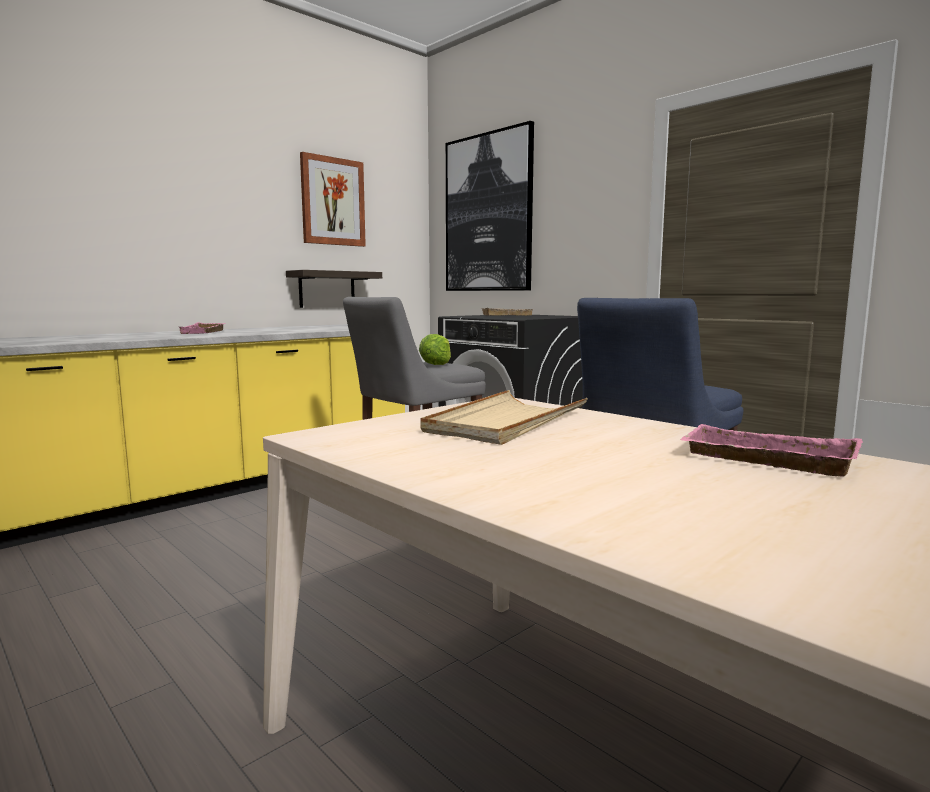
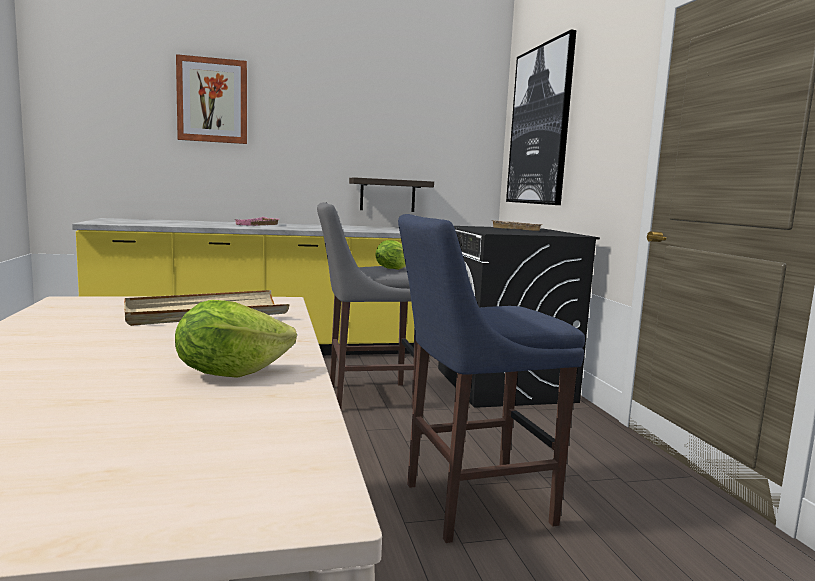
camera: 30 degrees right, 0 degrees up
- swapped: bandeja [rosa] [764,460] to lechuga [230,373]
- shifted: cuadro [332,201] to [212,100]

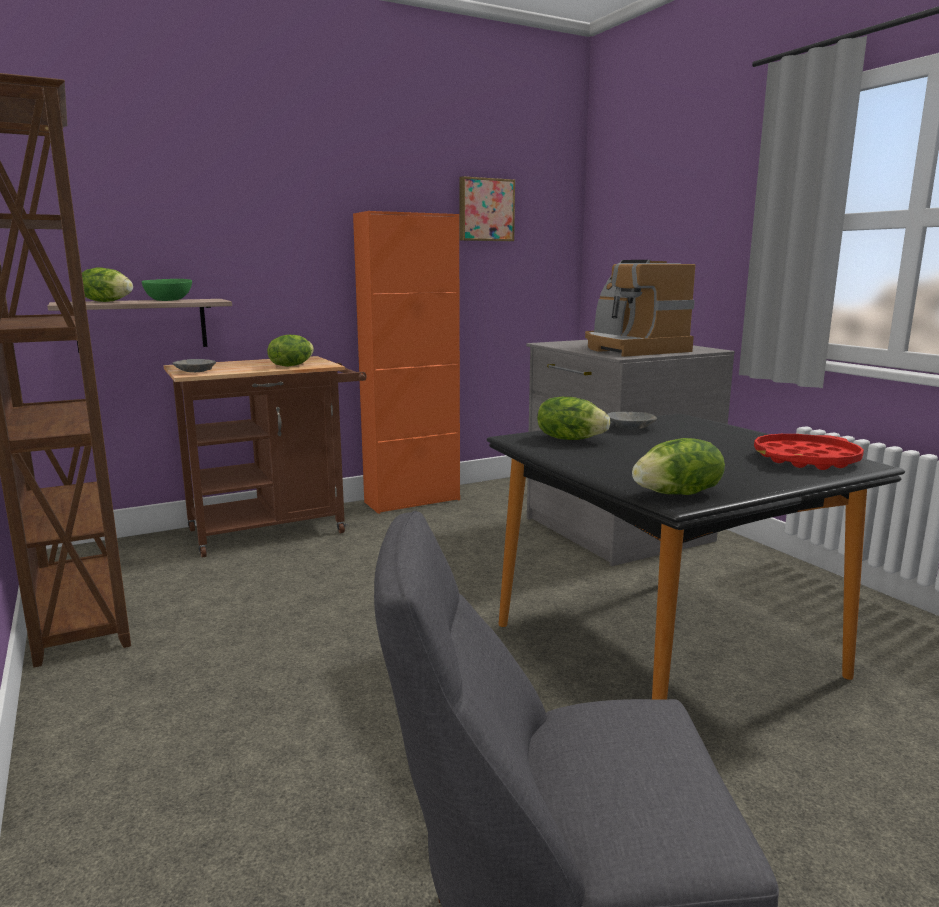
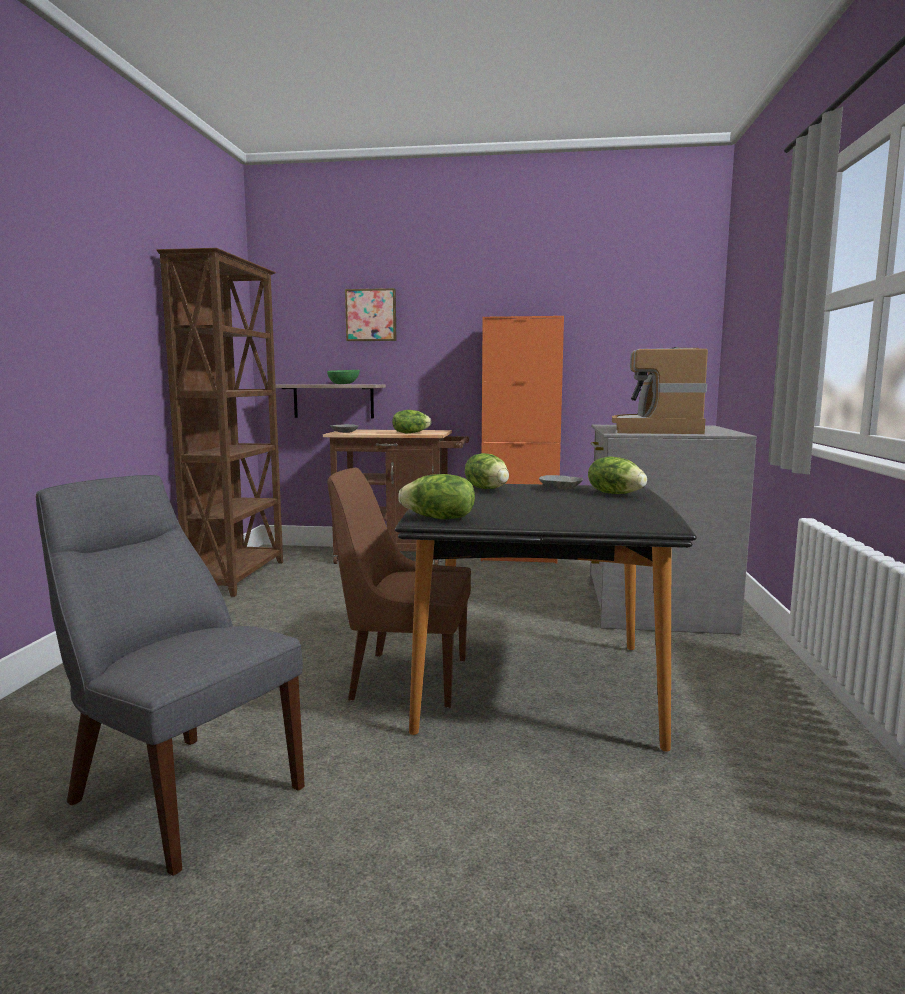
camera: 35 degrees right, 5 degrees down
- new: silla [marrón] [404,678]
- shifted: cuadro [485,210] to [371,315]
- shifted: lechuga [107,301] to [615,494]
- gone: bandeja [rojo] [806,459]

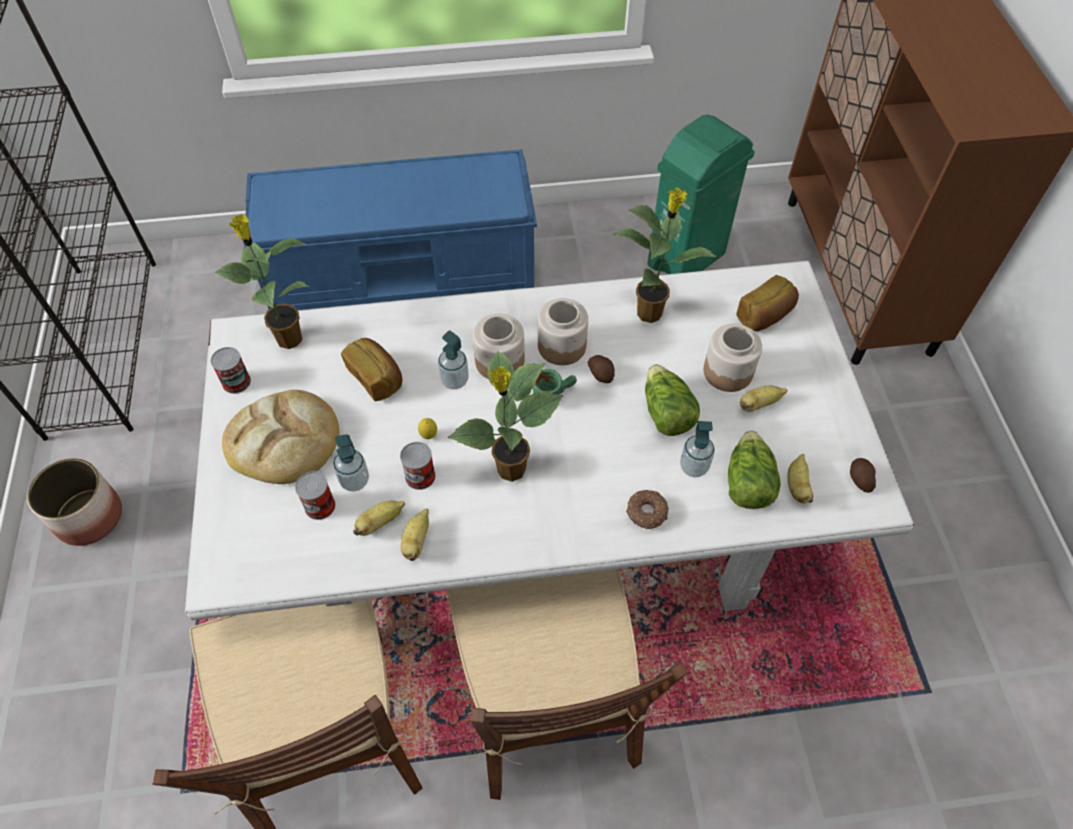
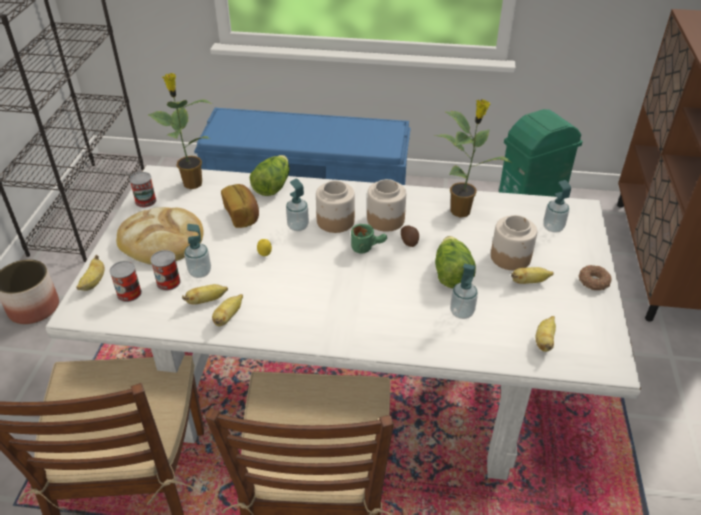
camera: 15 degrees right, 15 degrees down
- new: plátano [93,283]
- shifted: lata [420,476] to [129,293]
- shifted: lechuga [747,482] to [272,186]
- swapped: pan [765,315] to dispensador de jabón [553,227]
- shifted: rosquilla [646,513] to [593,282]
- gone: planta en maceta [510,471]
- gone: patata [859,479]

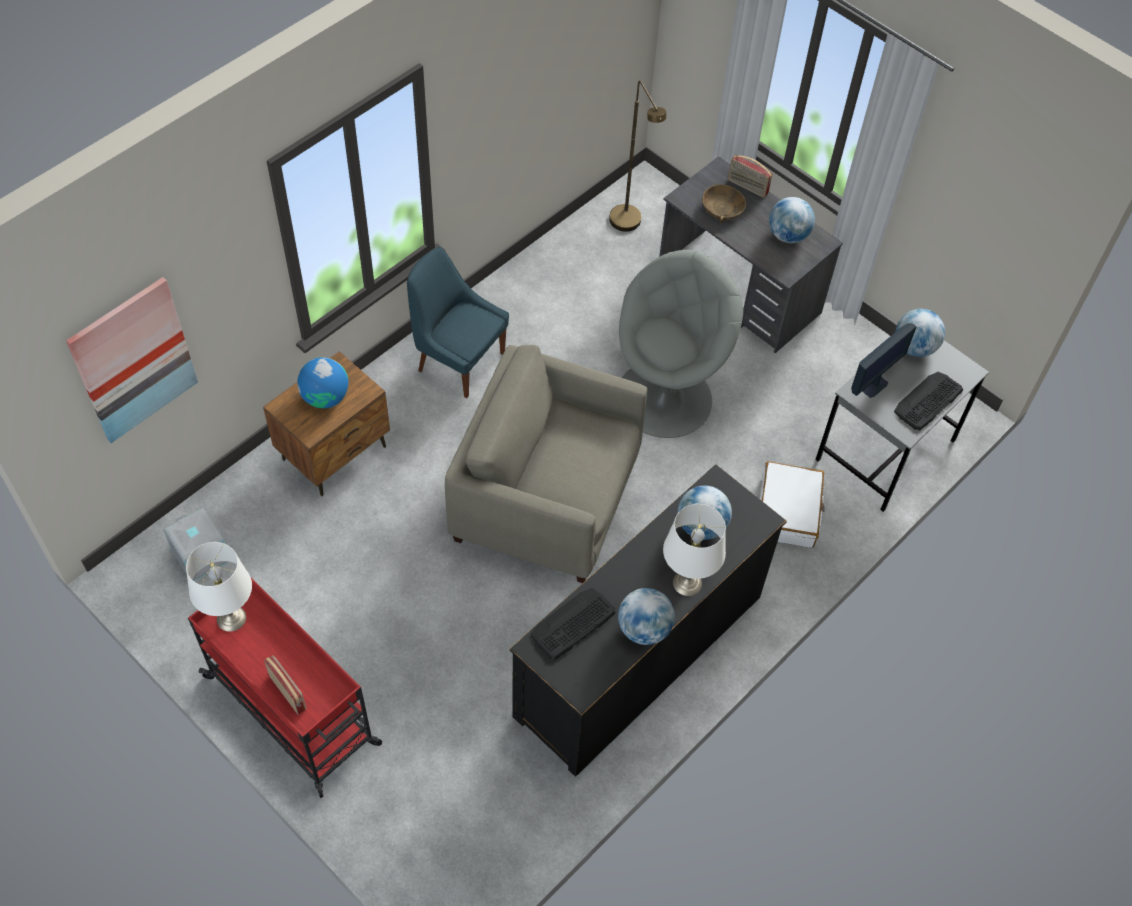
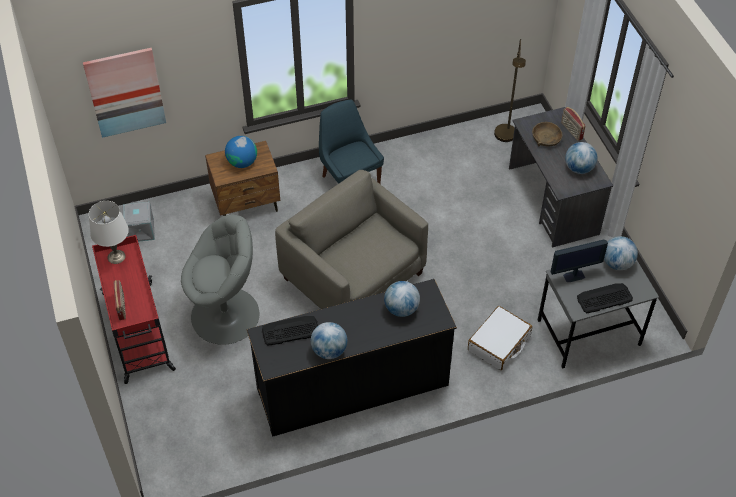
camera: 30 degrees right, 5 degrees down
- shifted: sillón [gris] [666,397] to [226,315]
- gone: lámpara de mesa [blanco] [687,582]

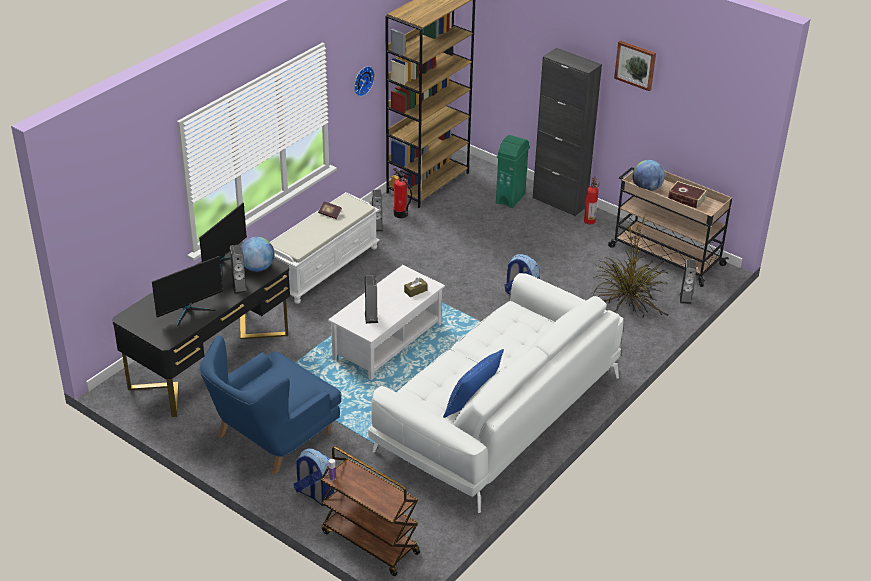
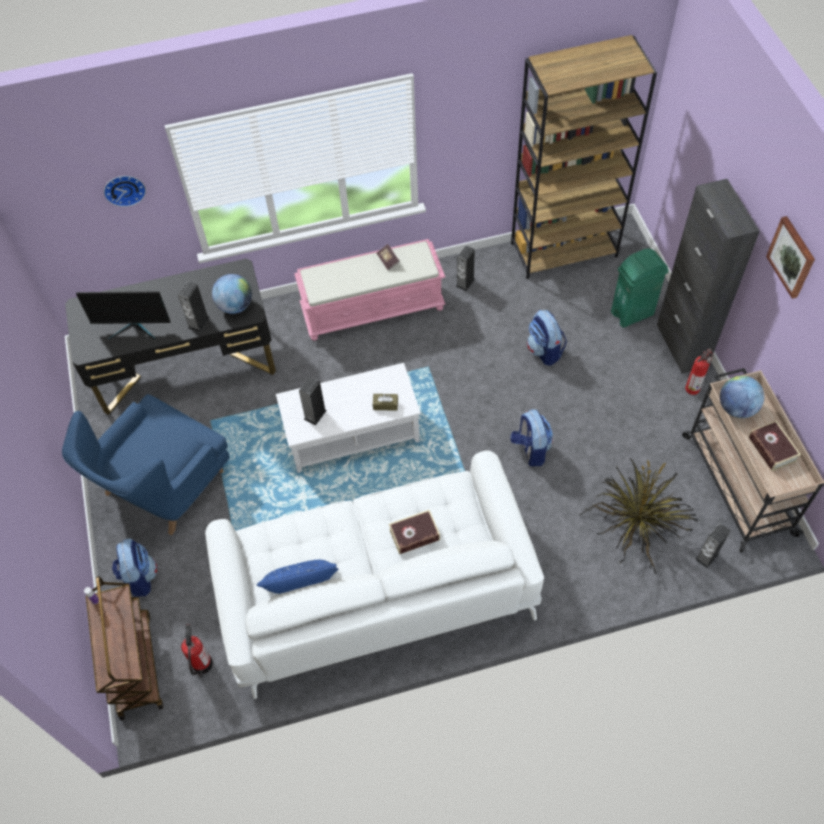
camera: 40 degrees right, 20 degrees up
- rotated: sillón [azul] [272,435] = [162,485] 45 degrees counterclockwise
- shifted: reloj de pared [362,80] to [124,189]
- shifted: extintor [400,214] to [202,664]
- repainted: banco [blanco] [323,267] to banco [rosa] [373,308]
- new: libro [414,535]
- new: mochila [544,351]
- gone: monitor [224,262]

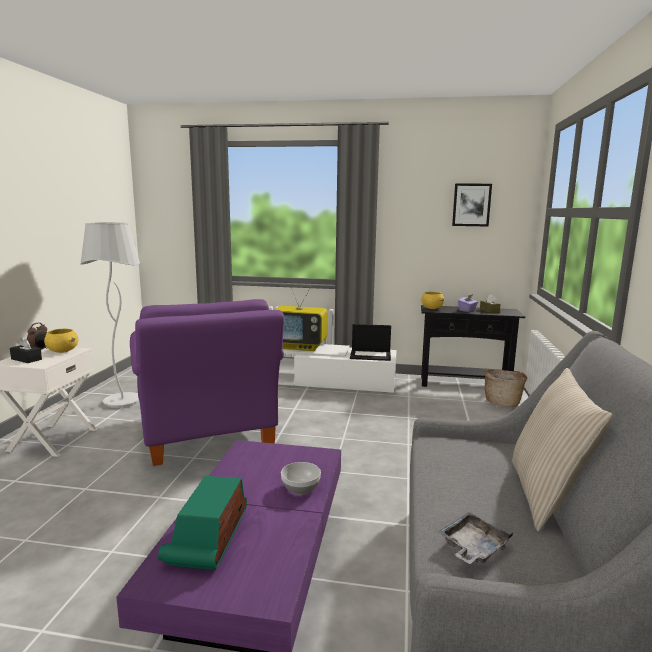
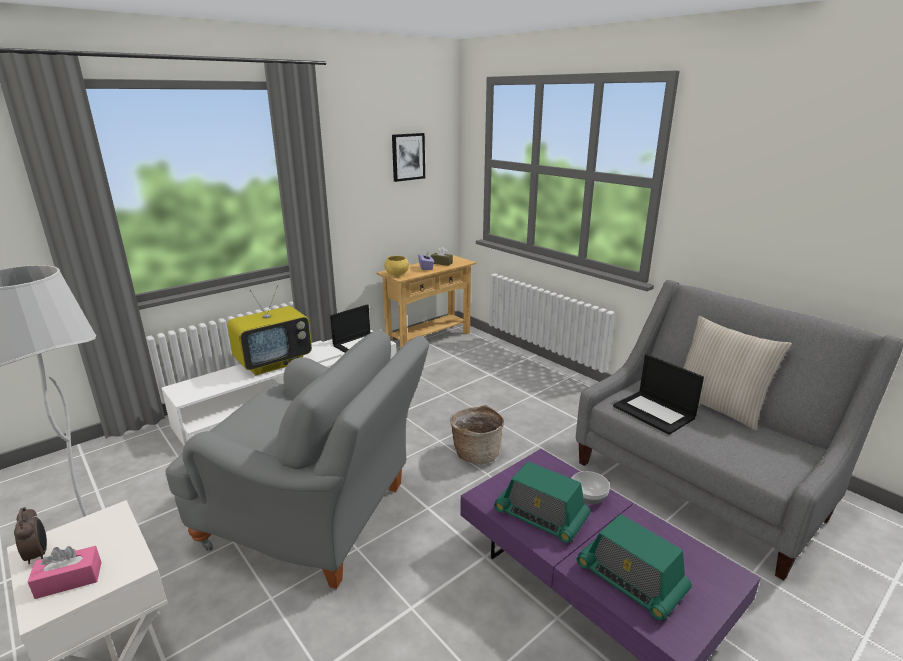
camera: 50 degrees left, 10 degrees up
- repainted: caja de pañuelos [negro] [26,359] to caja de pañuelos [rosa] [69,580]
- repainted: sillón [morado] [207,435] to sillón [gris] [318,518]
- repainted: mesa consola [negro] [464,384] to mesa consola [beis] [429,339]
- shifted: cesta [502,402] to [476,453]
- new: radio [541,516]
- new: portátil [655,412]
- gone: cuenco [amarillo] [62,351]
- gone: bandeja [gris] [472,547]

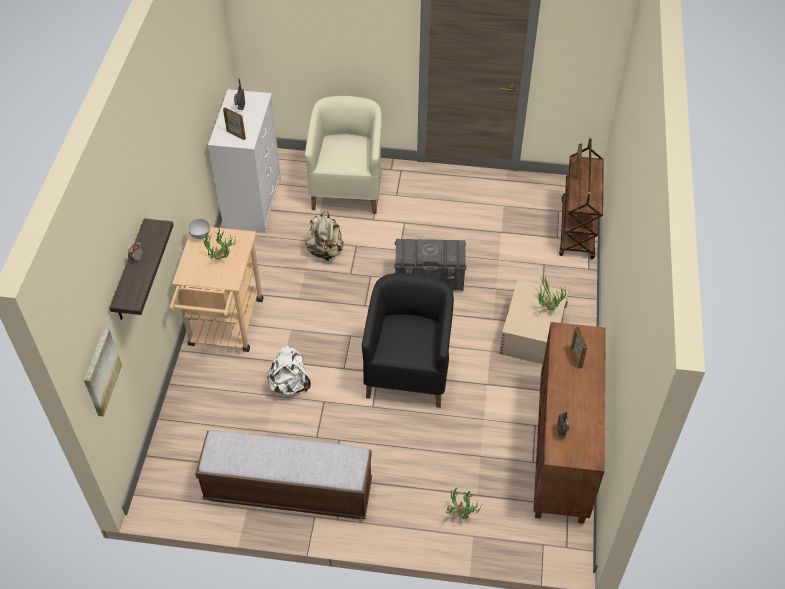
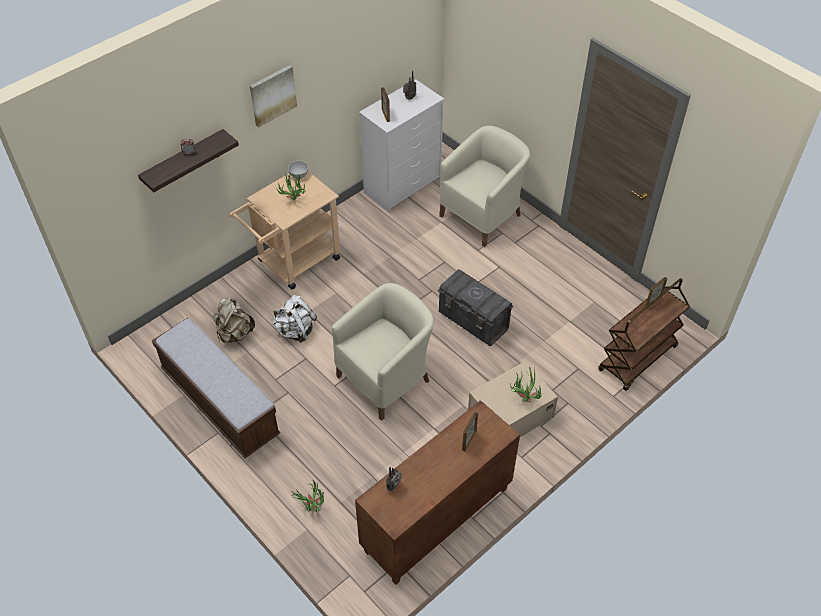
camera: 40 degrees right, 0 degrees up
- shifted: mochila [beis] [325,251] to [234,333]
- shifted: cuadro [100,372] to [272,95]
- repainted: sillón [negro] [409,371] to sillón [beis] [386,378]

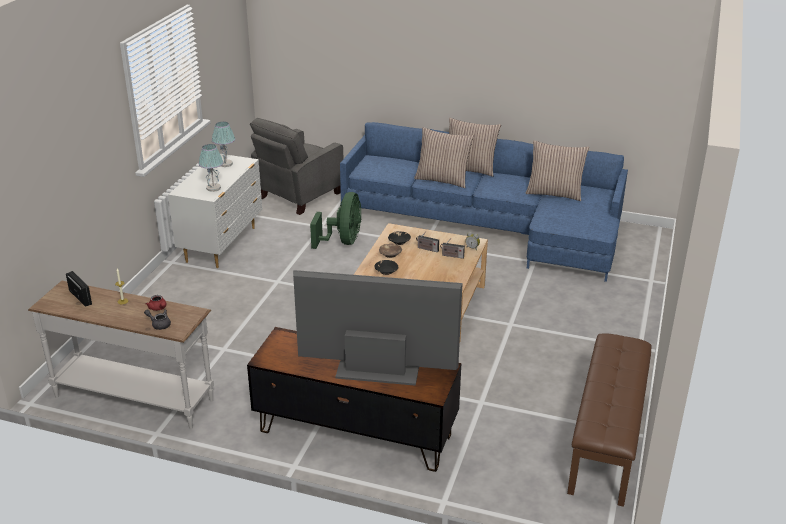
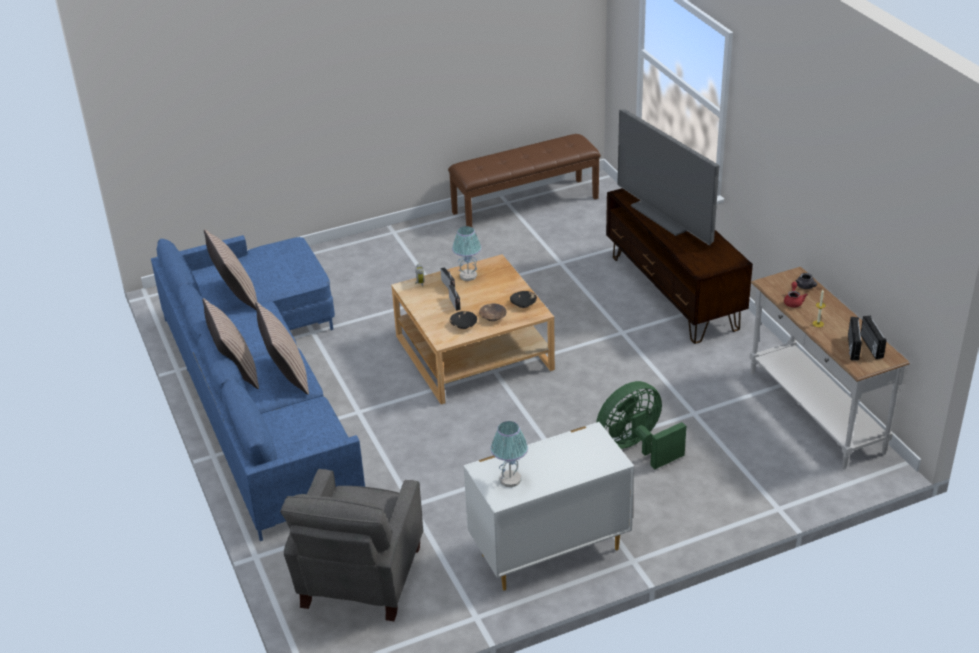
camera: 130 degrees left, 5 degrees up
- rotated: sillón [gris] [298,196] = [359,579] 105 degrees clockwise
- shifted: lámpara de mesa [213,188] to [468,276]
- shifted: ventilador [verde] [343,241] to [636,447]
- new: radio [870,346]

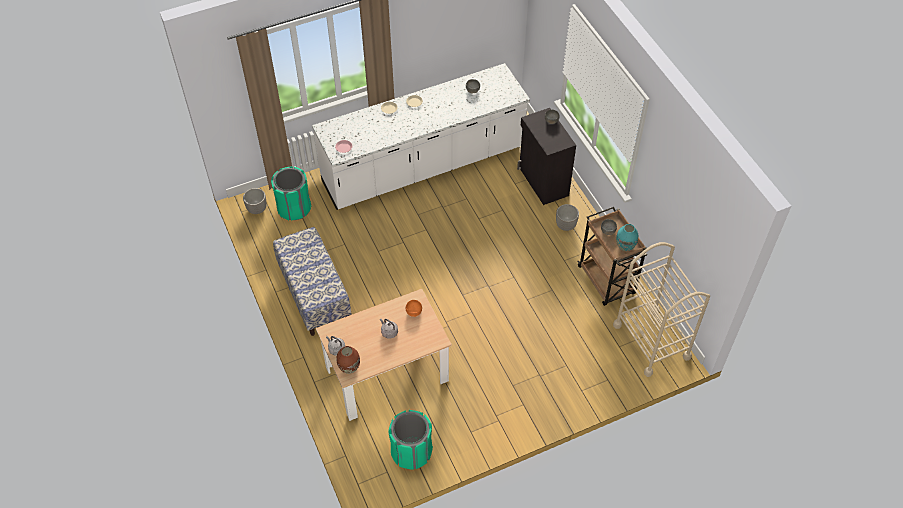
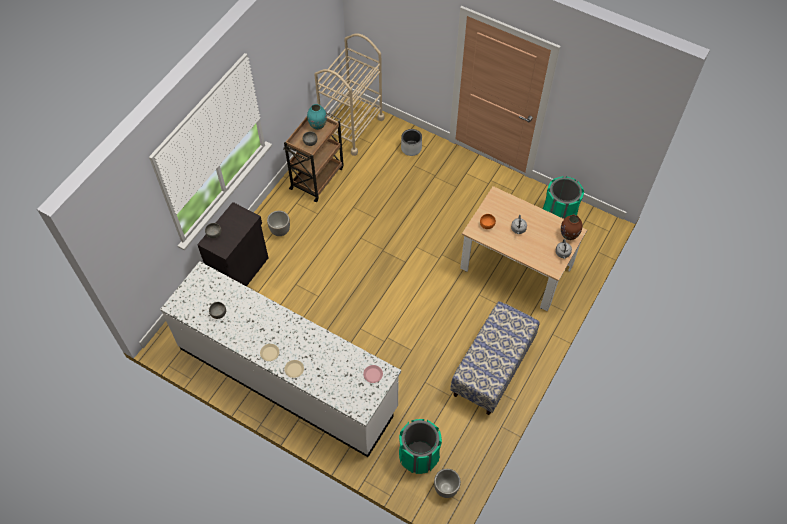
camera: 125 degrees left, 5 degrees up
- new: maceta [gris] [411,148]

